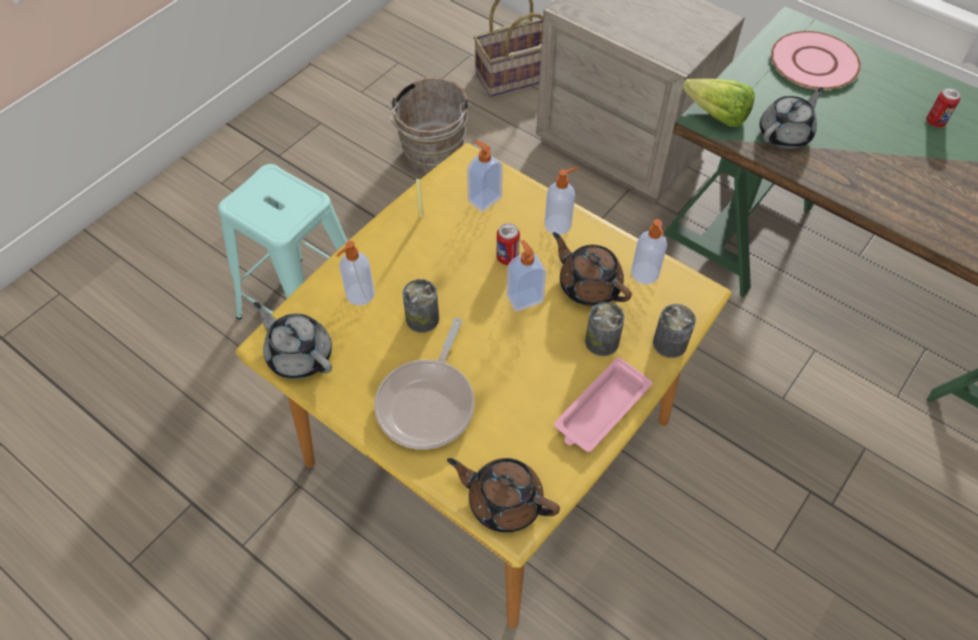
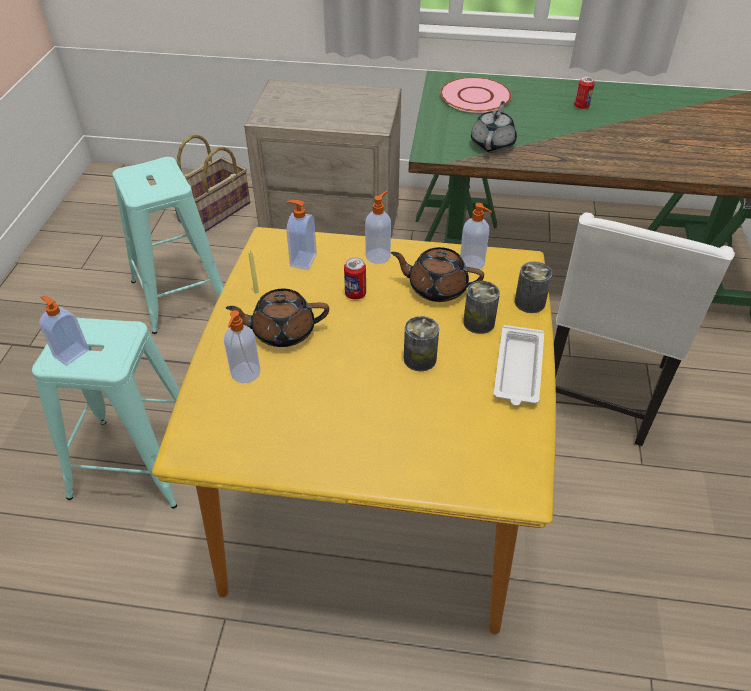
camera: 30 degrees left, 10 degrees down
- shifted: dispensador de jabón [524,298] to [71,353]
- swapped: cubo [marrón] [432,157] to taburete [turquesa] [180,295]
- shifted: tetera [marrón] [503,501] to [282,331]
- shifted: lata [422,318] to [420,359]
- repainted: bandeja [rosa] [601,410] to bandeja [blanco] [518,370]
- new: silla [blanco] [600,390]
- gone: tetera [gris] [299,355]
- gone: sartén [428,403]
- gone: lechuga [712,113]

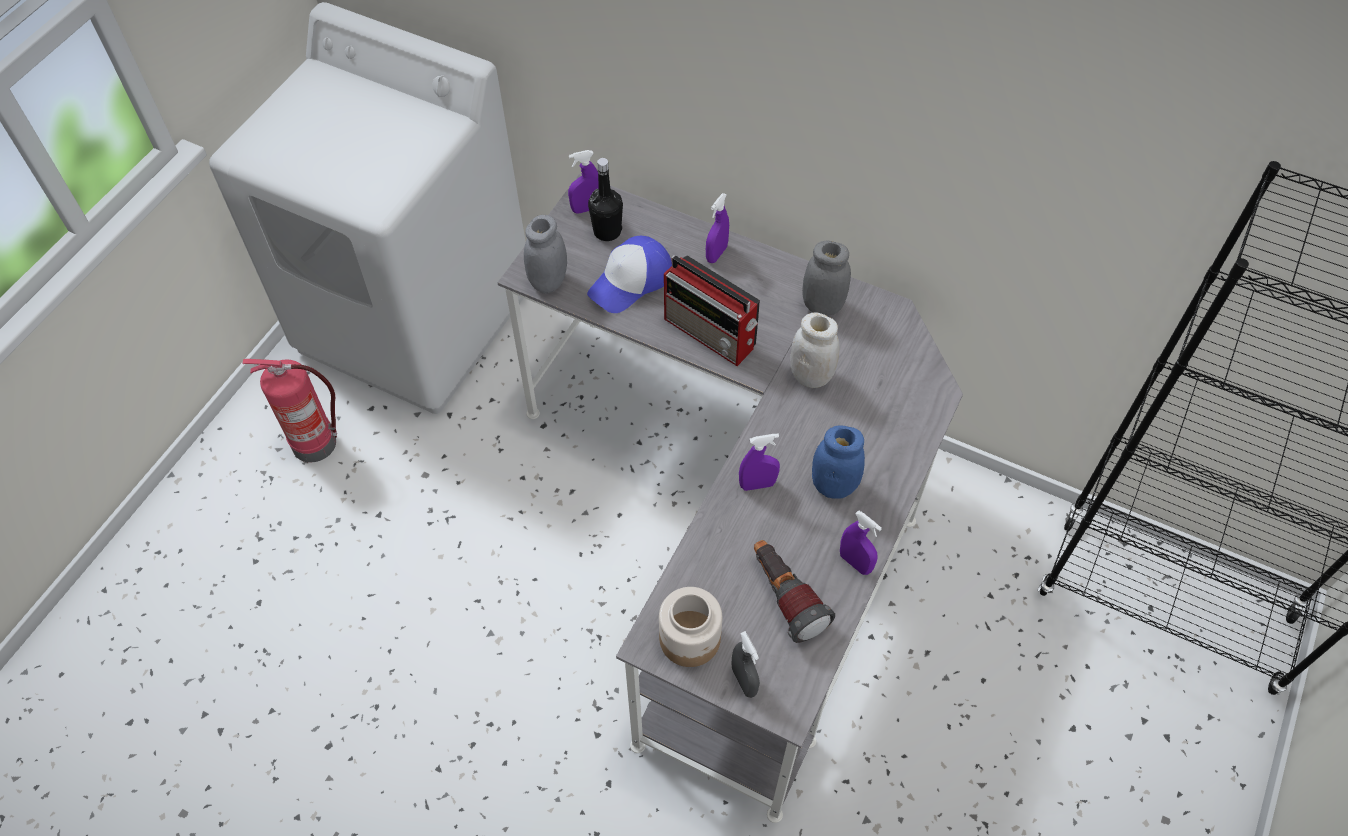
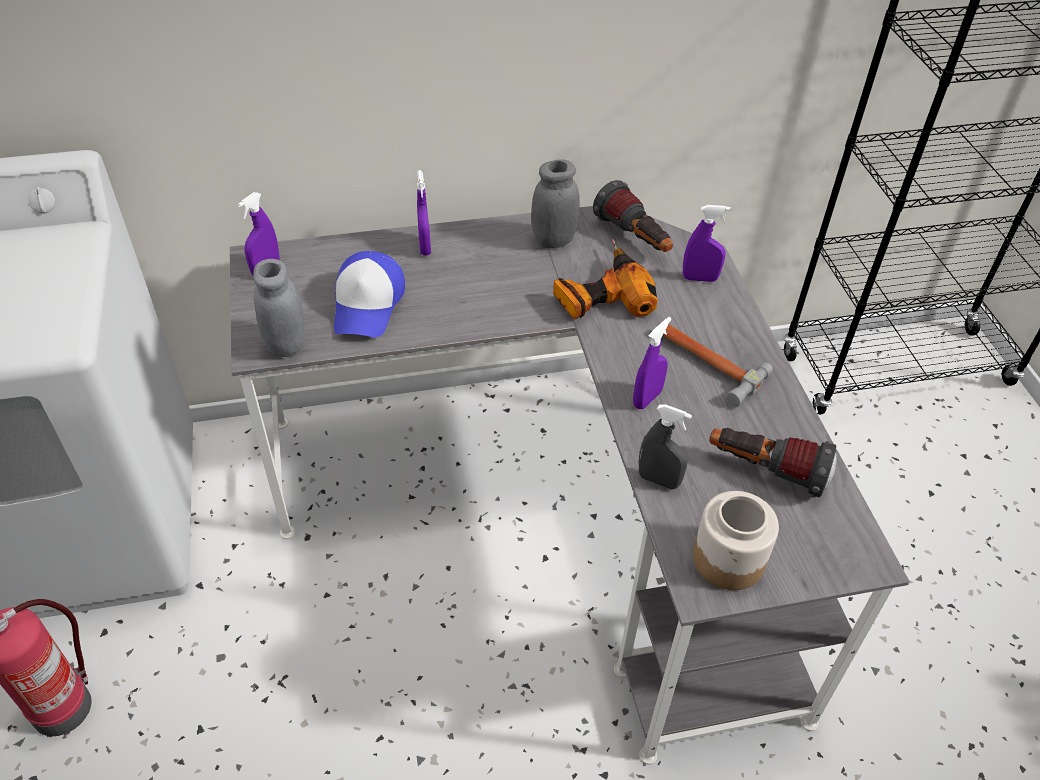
camera: 40 degrees left, 10 degrees down
- swapped: tarro [blanco] [811,376] to taladro [600,294]
- new: linterna [634,239]
- shifted: pulverizador [gris] [744,681] to [658,480]
- swapped: tarro [azul] [833,485] to martillo [706,362]
- shifted: pulverizador [morado] [855,563] to [700,278]
- gone: botella [negro] [607,231]
- gone: radio [711,334]

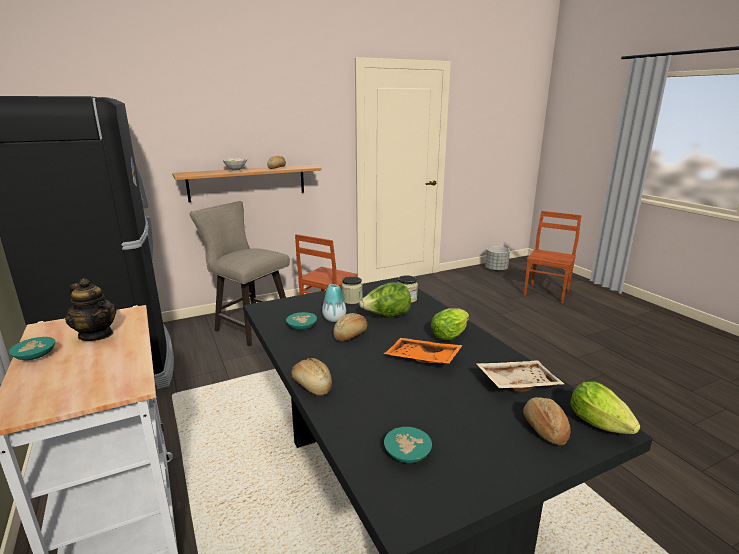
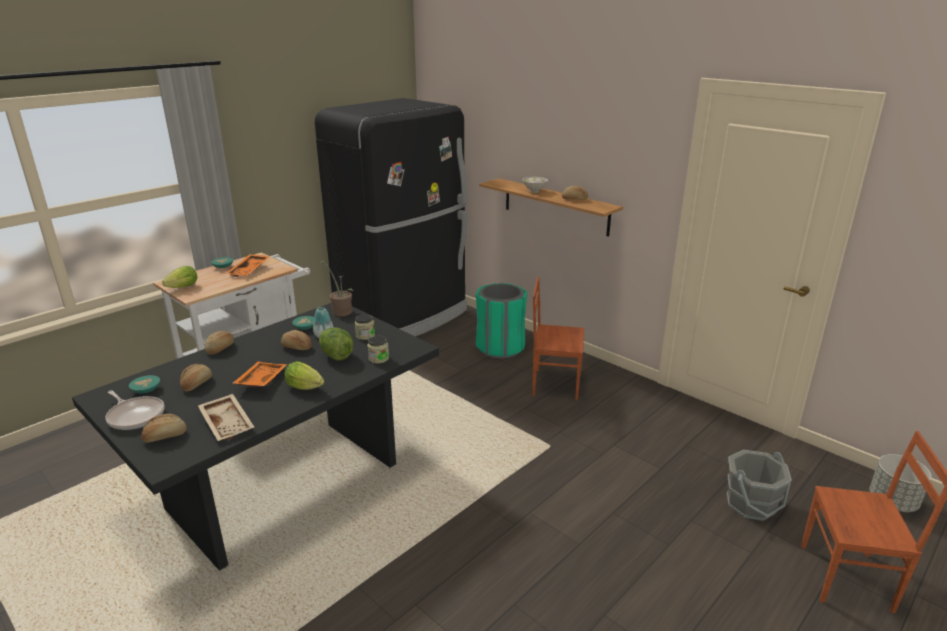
camera: 70 degrees right, 5 degrees up
- new: sartén [135,416]
- shifted: lechuga [602,426] to [181,288]
- new: pan [196,384]
- swapped: tetera [96,335] to bandeja [naranja] [250,270]
- new: planta en maceta [341,311]
- swapped: taburete [beis] [249,326] to papelera [verde] [500,347]
- new: cubo [gris] [751,504]

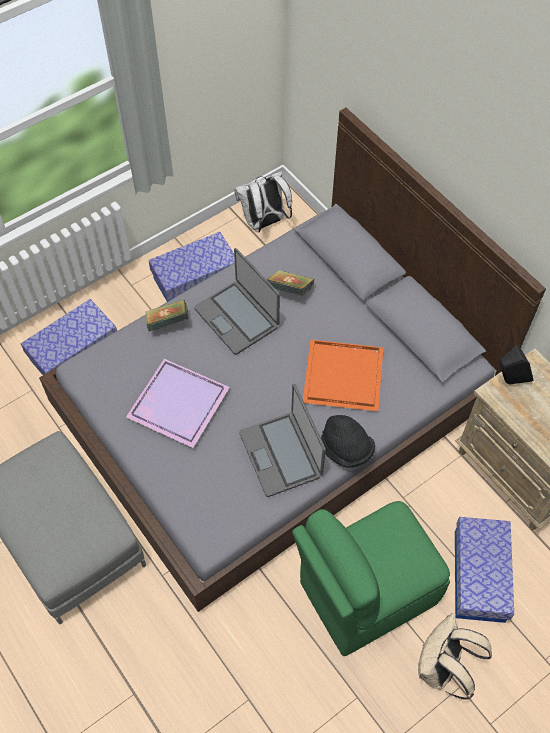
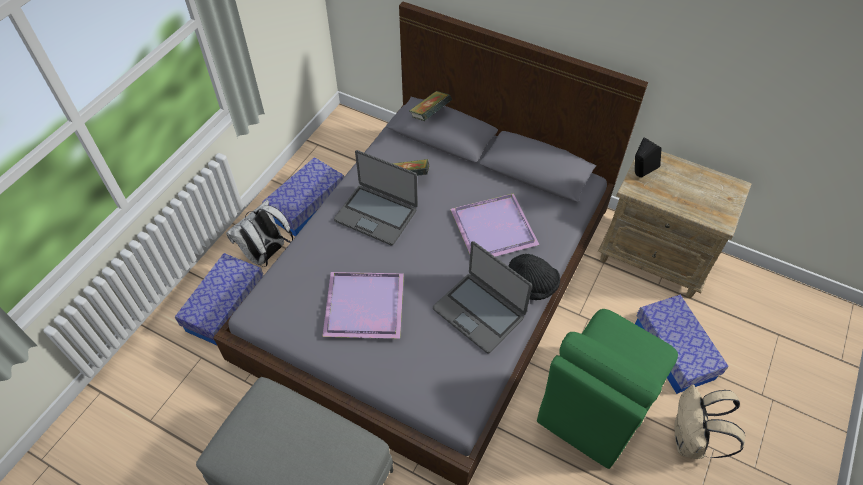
camera: 25 degrees left, 5 degrees down
- shifted: mochila [blanco] [264,223] to [266,254]
- shifted: libro [168,323] to [430,115]
- repainted: bandeja [naranja] [344,375] to bandeja [morado] [494,227]

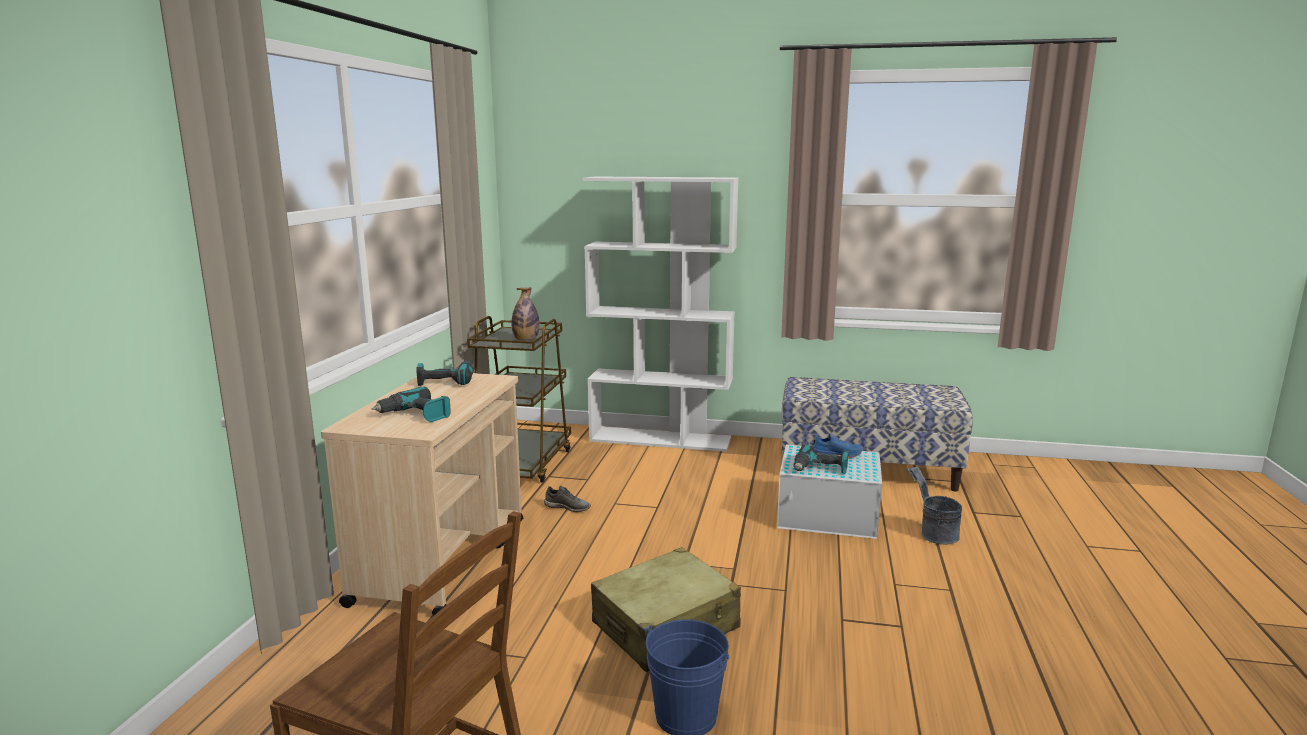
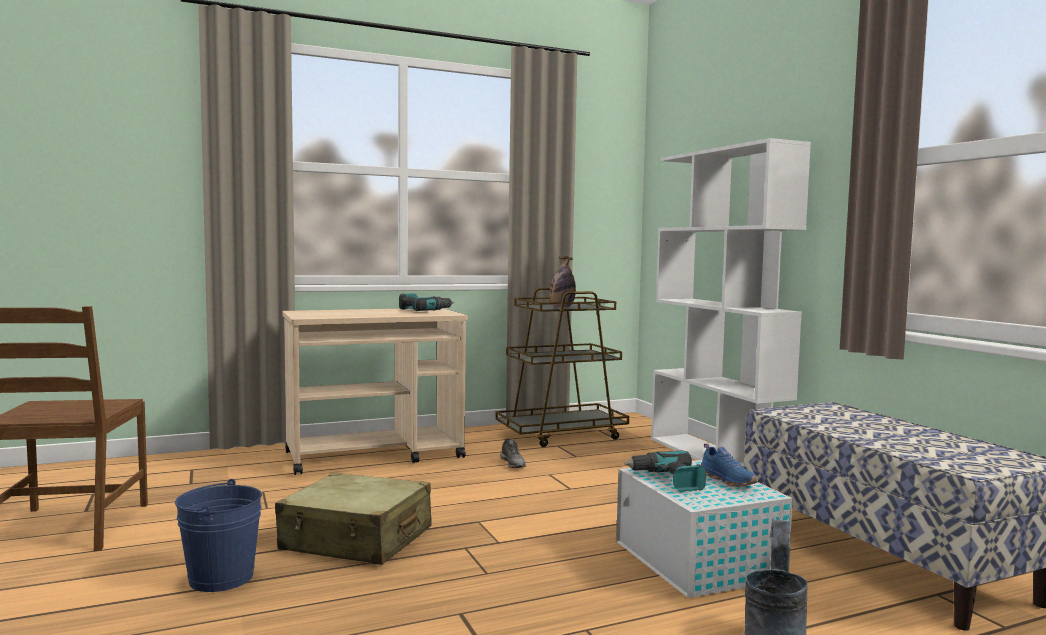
camera: 55 degrees right, 10 degrees down
- gone: taladro [415,415]

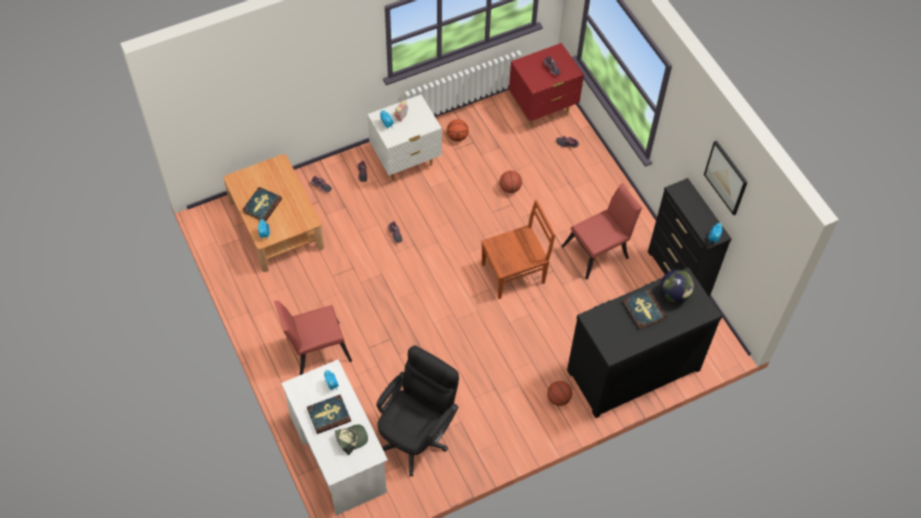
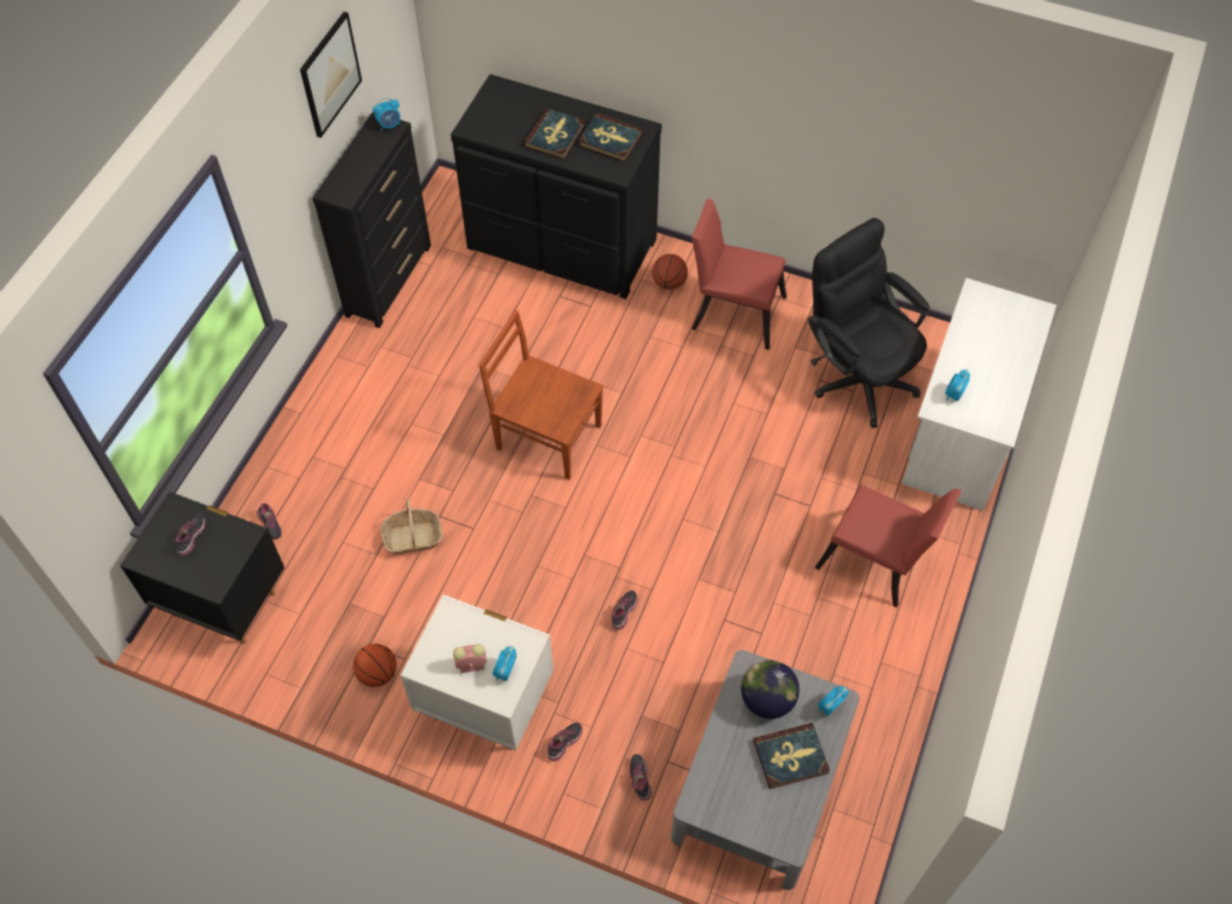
camera: 130 degrees left, 0 degrees up
- repainted: mesita de noche [rojo] [542,109] to mesita de noche [negro] [225,603]
- swapped: balón de baloncesto [510,188] to cesta [413,537]
- shifted: libro [328,415] to [610,140]
- repainted: mesa de centro [marrón] [276,224] to mesa de centro [gris] [761,782]
- shifted: silla [rojo] [599,251] to [733,310]
- shifted: globo terráqueo [674,294] to [767,699]
- rotated: silla de oficina [negro] [416,435] = [856,374] 60 degrees clockwise
- gone: gorra [351,439]

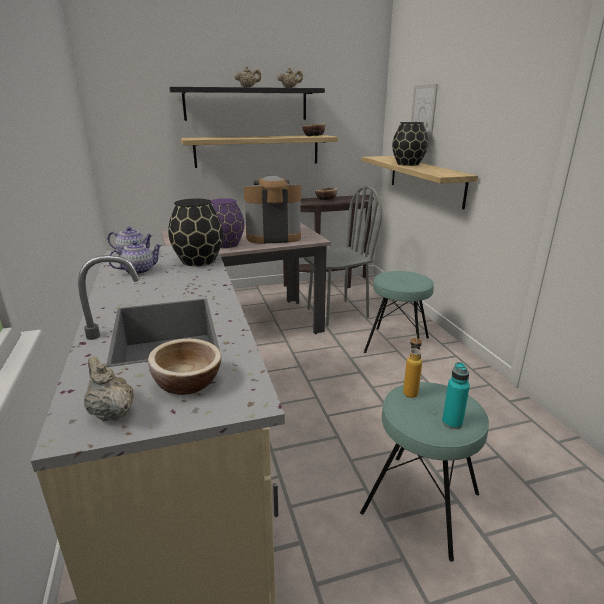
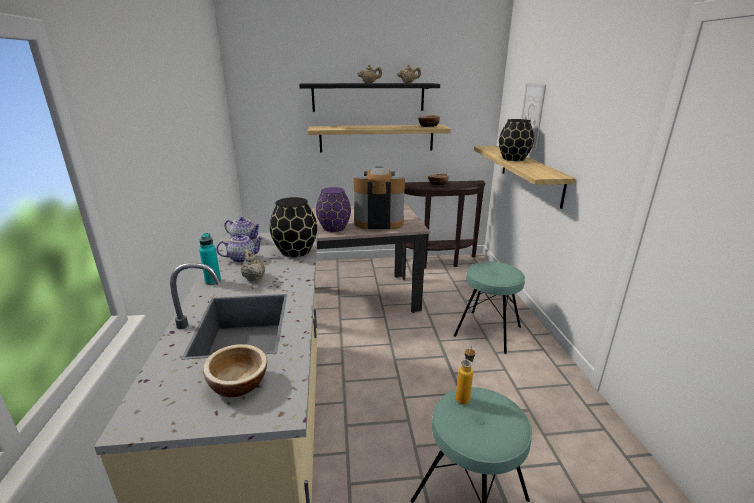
camera: 10 degrees right, 0 degrees up
- shifted: botella [turquesa] [452,423] to [213,281]
- shifted: tetera [beis] [111,412] to [253,278]
- gone: silla [gris] [337,313]

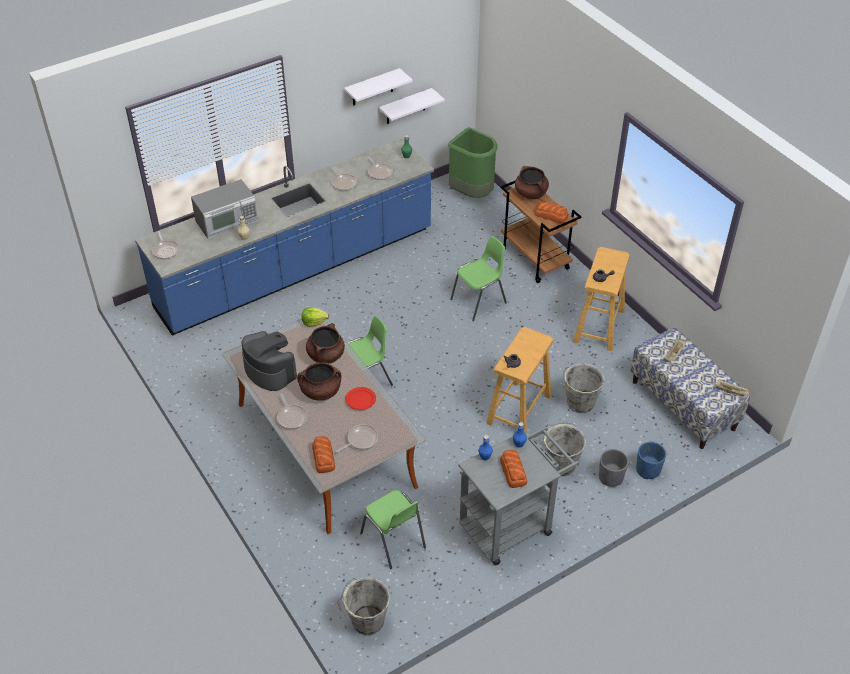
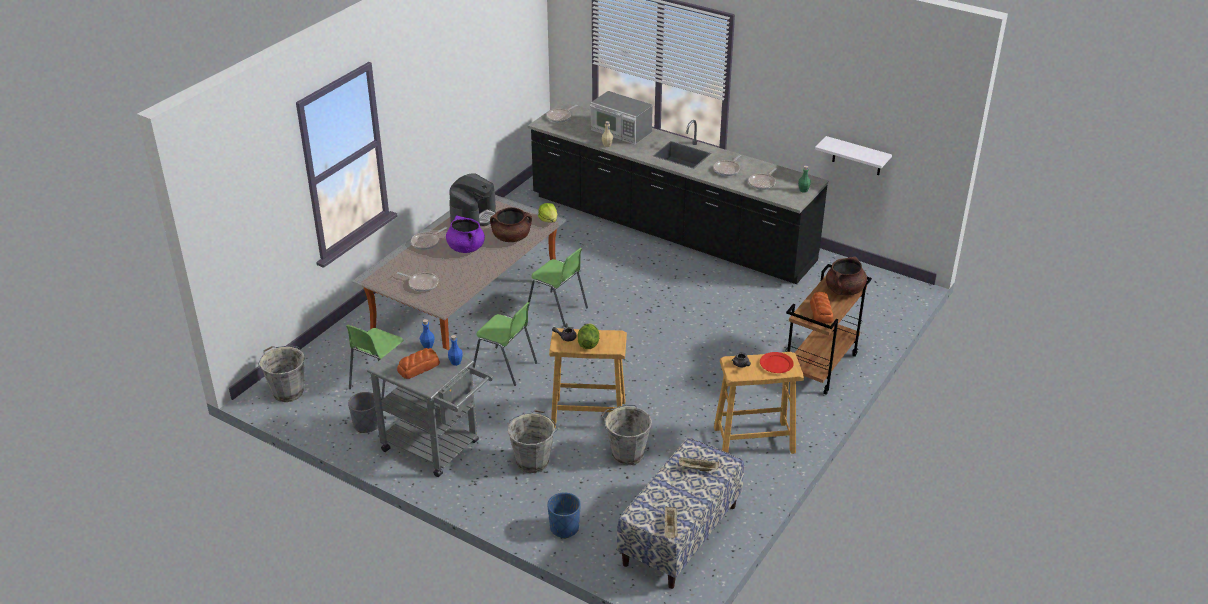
camera: 65 degrees right, 10 degrees down
- shifted: maceta [gris] [610,477] to [366,425]
- repainted: olla [marrón] [321,392] to olla [morado] [465,248]
- shifted: silla [verde] [479,301] to [505,367]
- repainted: mueble bajo de cocina [azul] [296,270] to mueble bajo de cocina [negro] [670,230]
- new: lechuga [588,343]
- shifted: plato [rojo] [360,399] to [776,364]
- gone: pan [323,457]
- gone: estante [blanco] [372,87]
- gone: papelera [verde] [472,193]

